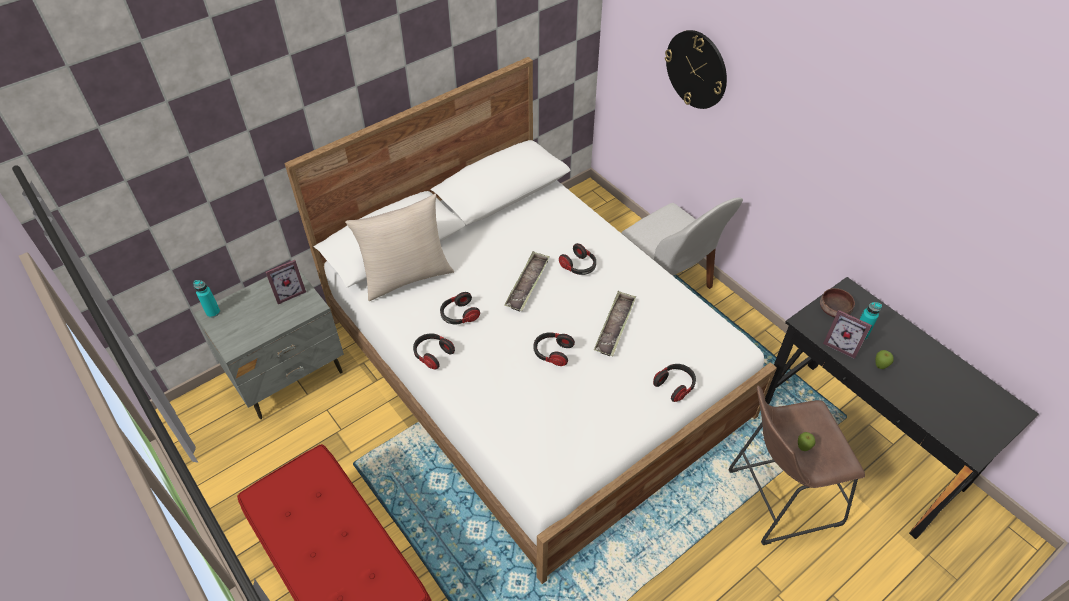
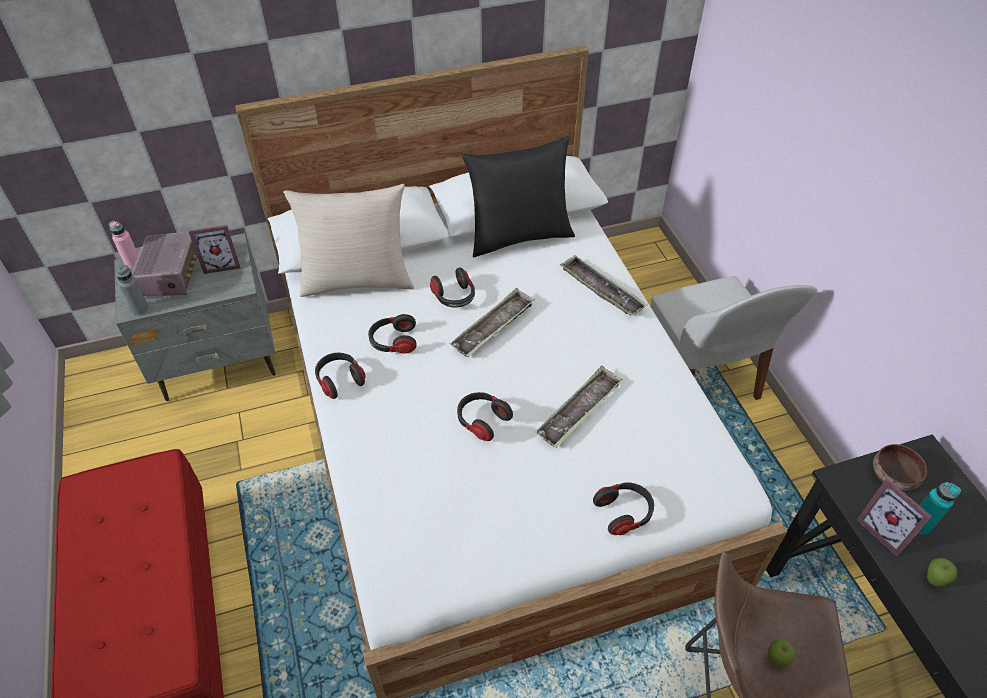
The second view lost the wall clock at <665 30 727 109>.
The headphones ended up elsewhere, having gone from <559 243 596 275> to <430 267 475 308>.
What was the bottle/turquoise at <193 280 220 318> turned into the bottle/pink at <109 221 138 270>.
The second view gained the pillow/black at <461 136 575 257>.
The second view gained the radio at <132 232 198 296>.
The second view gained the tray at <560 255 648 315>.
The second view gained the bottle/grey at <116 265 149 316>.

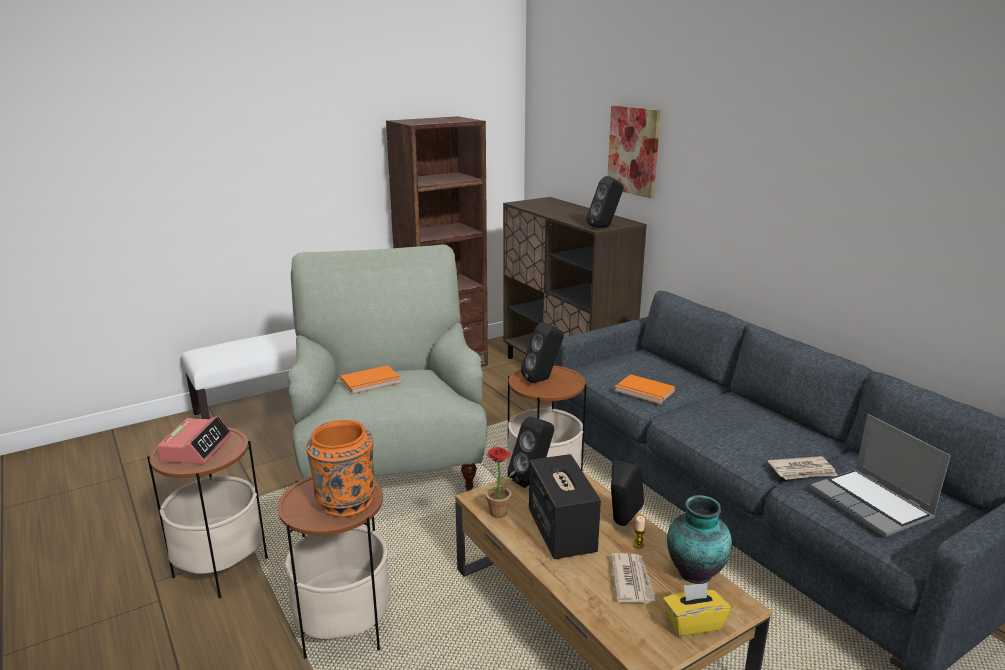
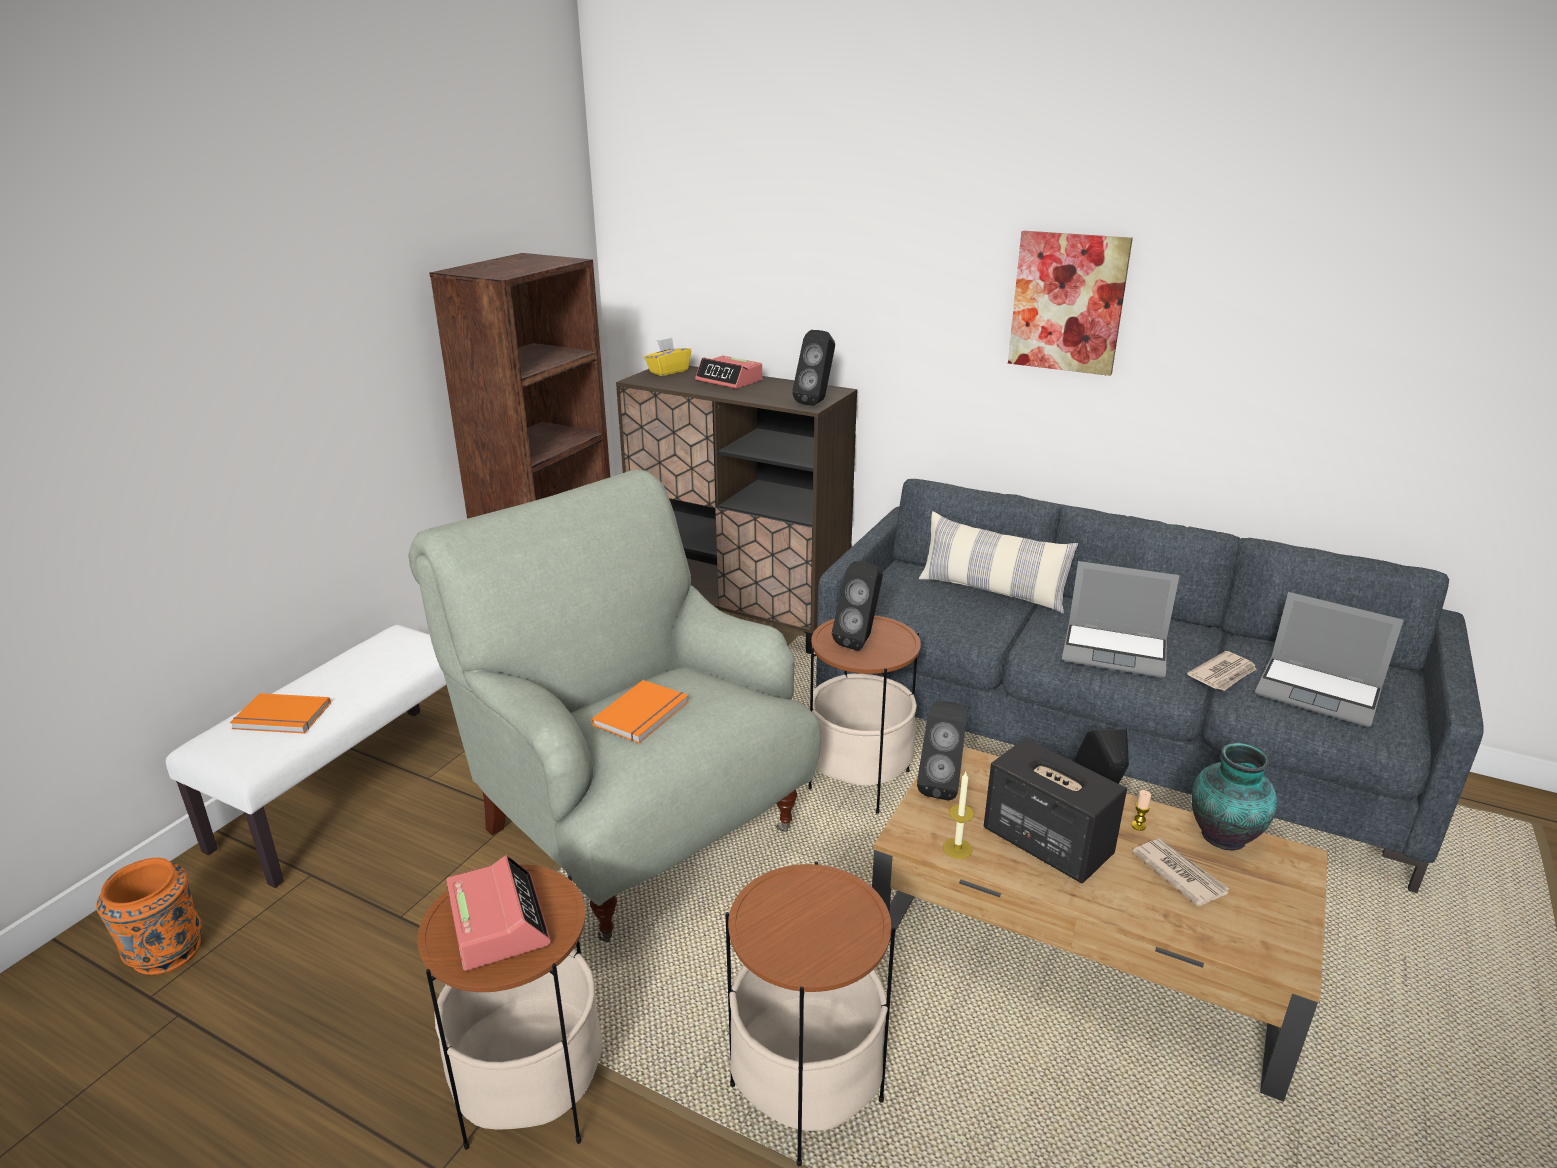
The picture ended up elsewhere, having gone from <607 105 661 199> to <1008 231 1133 376>.
The book/orange ended up elsewhere, having gone from <615 374 675 404> to <230 693 331 734>.
The vase/orange ended up elsewhere, having gone from <306 420 376 517> to <96 858 202 975>.
Where the potted plant stood at <482 447 515 518>, the candle came to stand at <943 772 974 859>.
The tissue box/yellow ended up elsewhere, having gone from <663 583 731 637> to <644 338 691 376>.
The second view gained the alarm clock at <695 356 762 389>.
The second view gained the pillow at <919 511 1078 613>.
The second view gained the laptop at <1062 561 1180 678>.

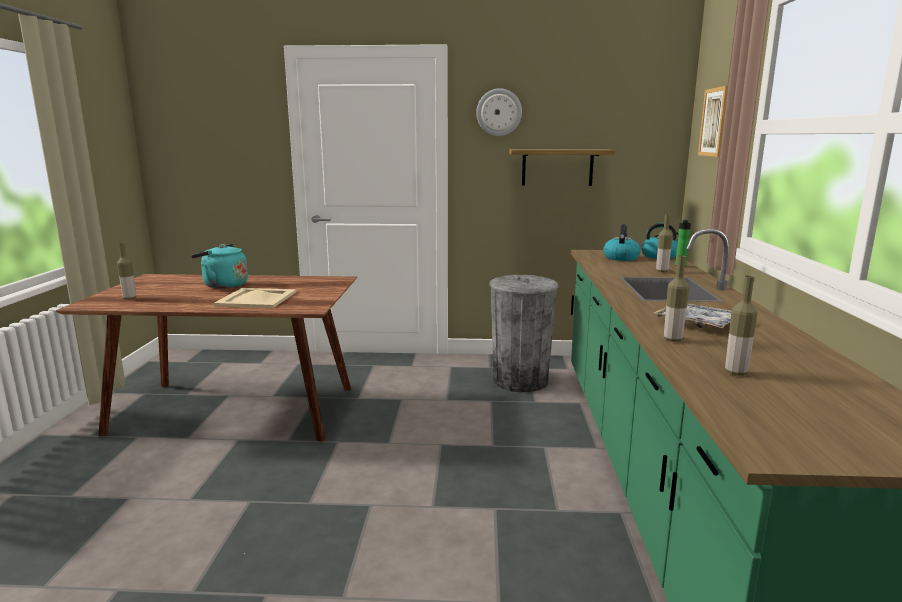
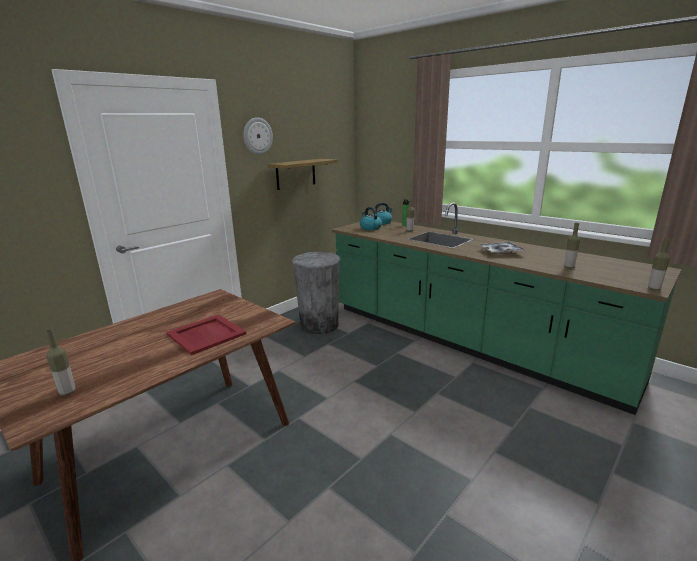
The second view lost the picture at <698 86 727 157>.
The second view lost the kettle/turquoise at <191 244 248 289>.
The bottle ended up elsewhere, having gone from <664 255 689 342> to <648 238 670 290>.
What was the tray/beige at <214 288 296 308> turned into the tray/red at <166 314 247 355>.

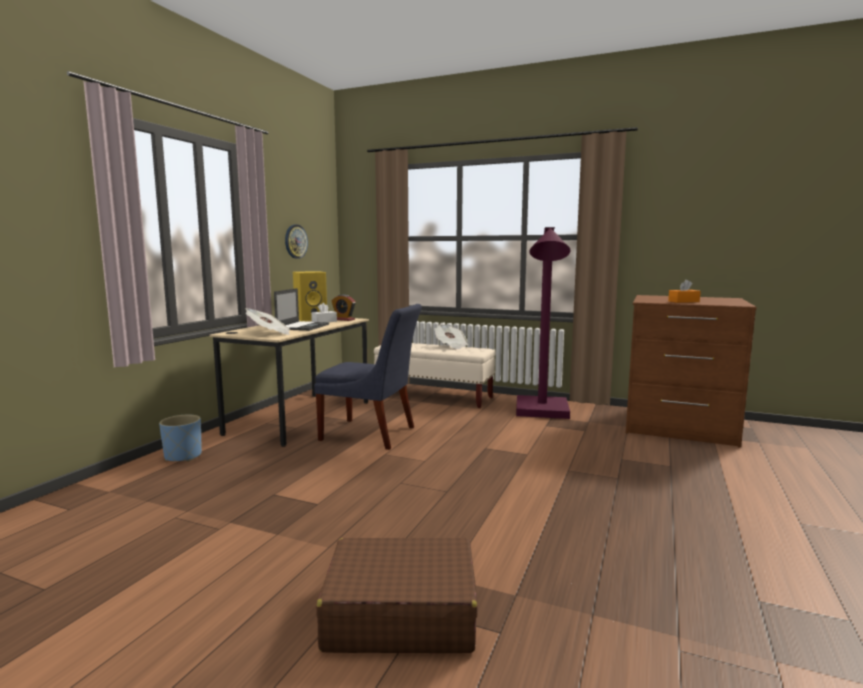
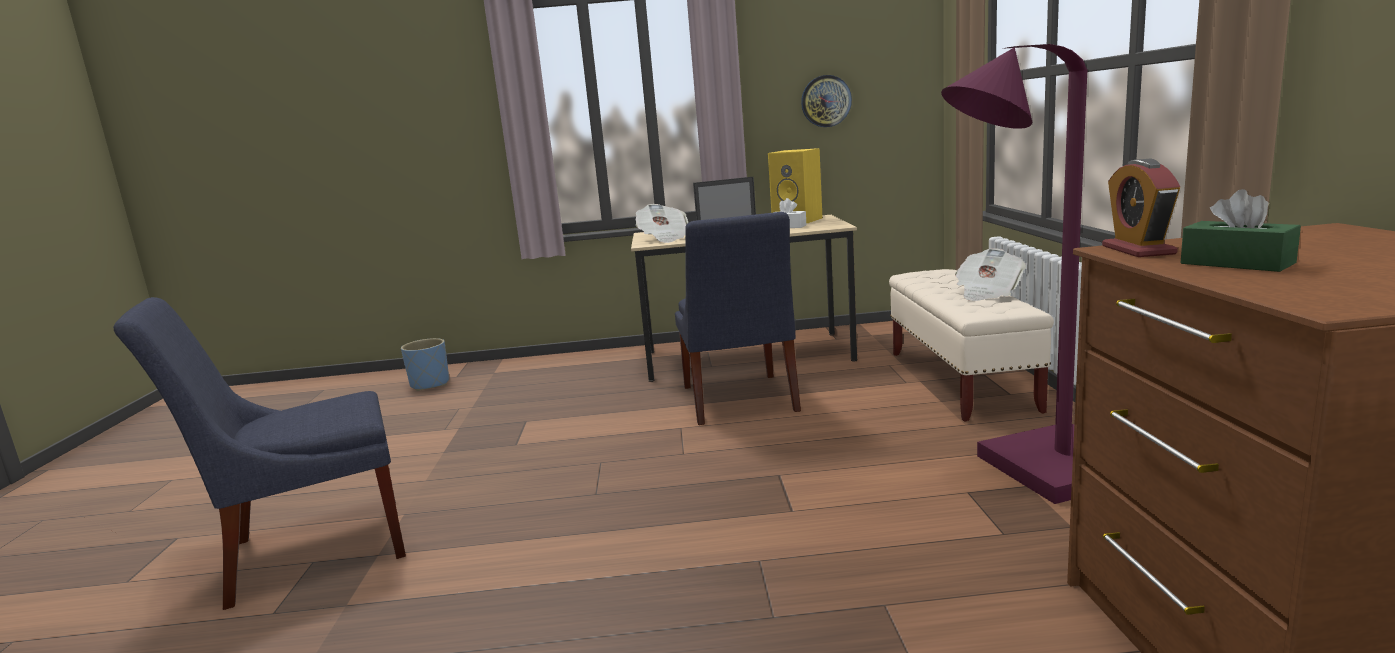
What was the tissue box/orange at <668 279 701 303> turned into the tissue box/green at <1181 189 1301 272>.
The alarm clock ended up elsewhere, having gone from <332 294 356 321> to <1102 159 1180 257>.
The planter/blue ended up elsewhere, having gone from <159 414 202 462> to <401 338 449 391>.
Where the suitcase/brown stood at <316 538 477 653>, the chair/blue came to stand at <113 297 406 610>.

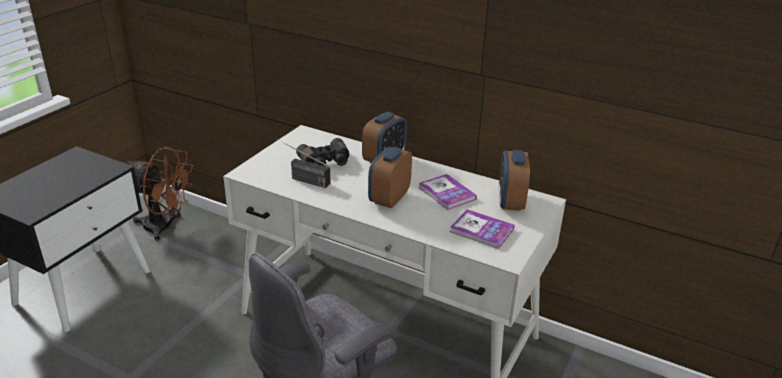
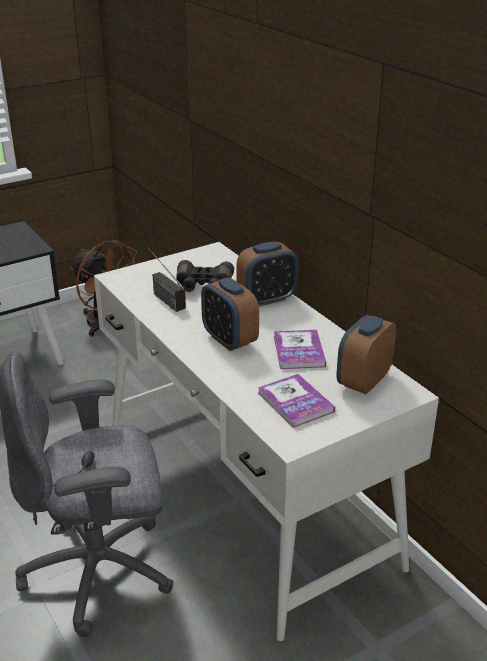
The alarm clock at <368 147 412 208> ended up facing another way, 90 degrees counterclockwise from before.

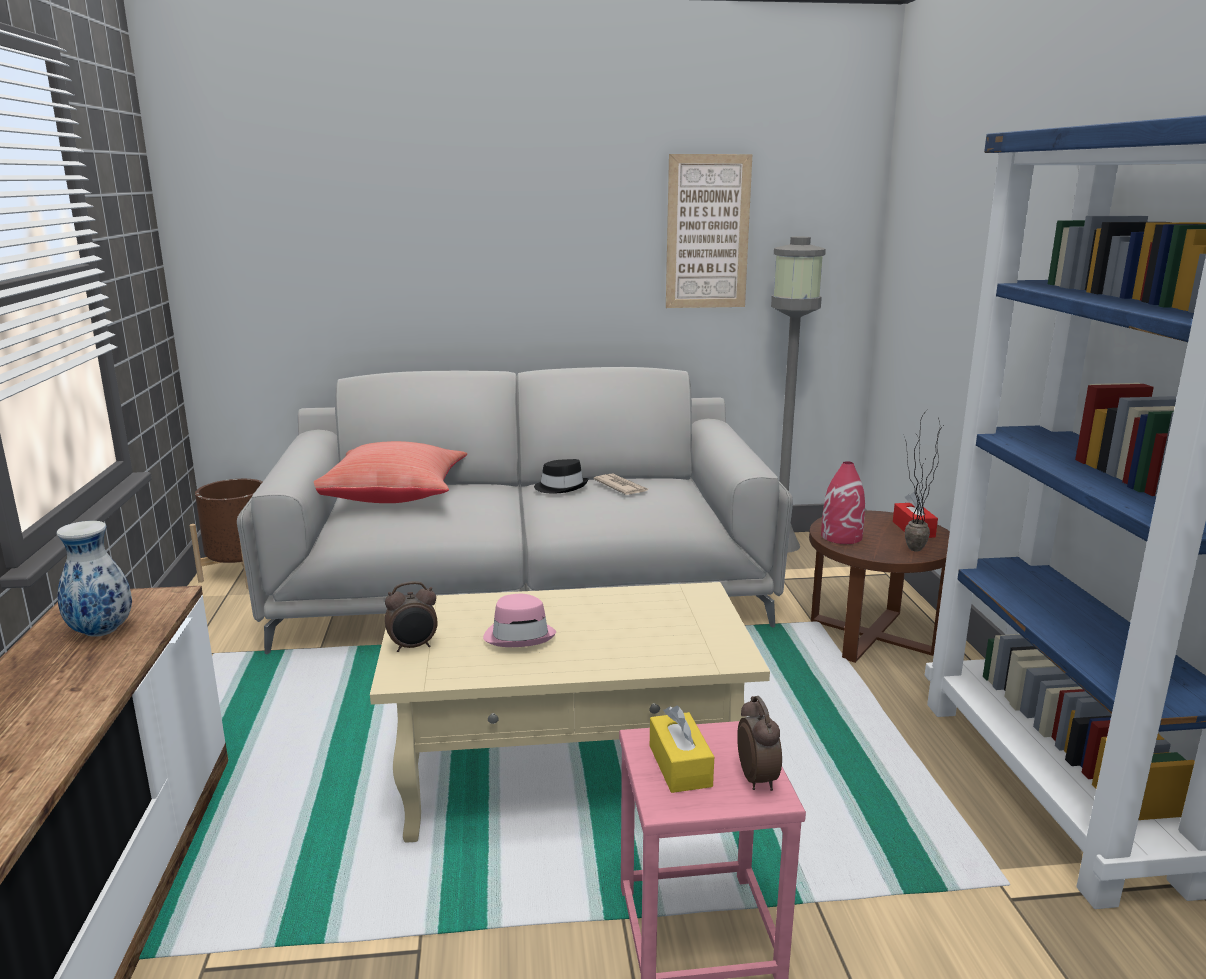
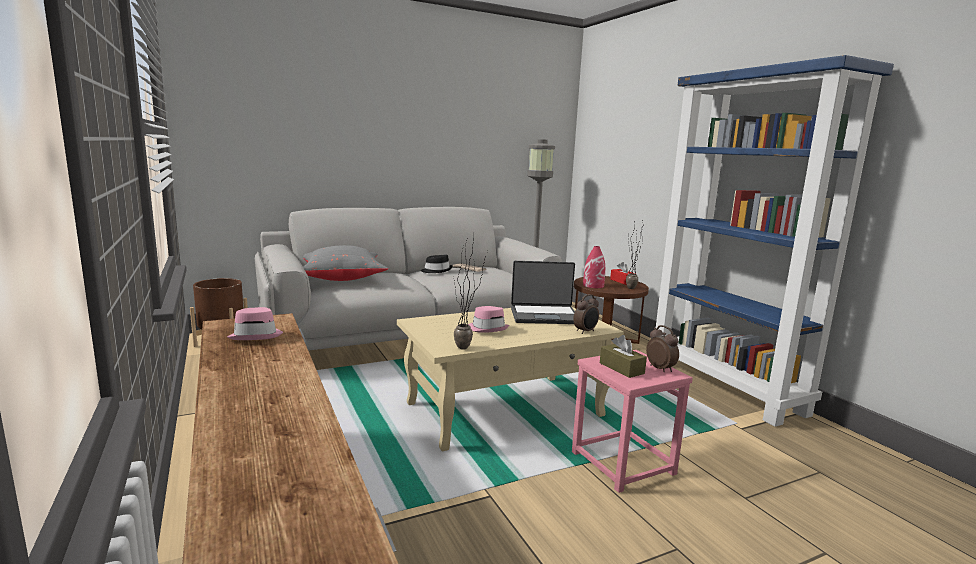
The second view lost the picture at <666 154 752 308>.
What was the pillow/red at <314 441 467 503> turned into the pillow/grey at <303 245 388 281>.
Where the vase stood at <57 521 132 637>, the hat/pink came to stand at <227 307 283 340>.
The alarm clock ended up elsewhere, having gone from <385 581 438 652> to <573 294 599 334>.
What was the tissue box/yellow at <650 706 714 793> turned into the tissue box/brown at <600 335 647 378>.
The second view gained the potted plant at <453 237 488 350>.
The second view gained the laptop at <511 261 575 324>.

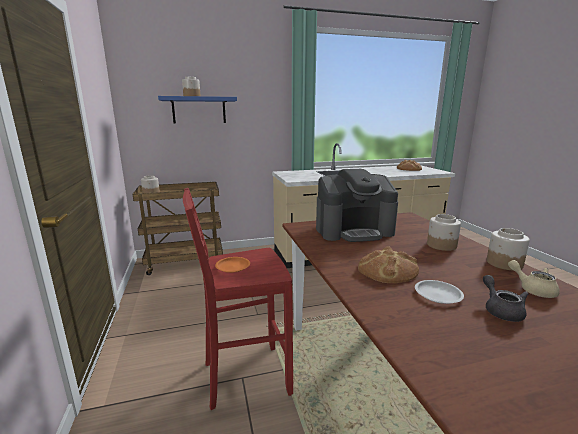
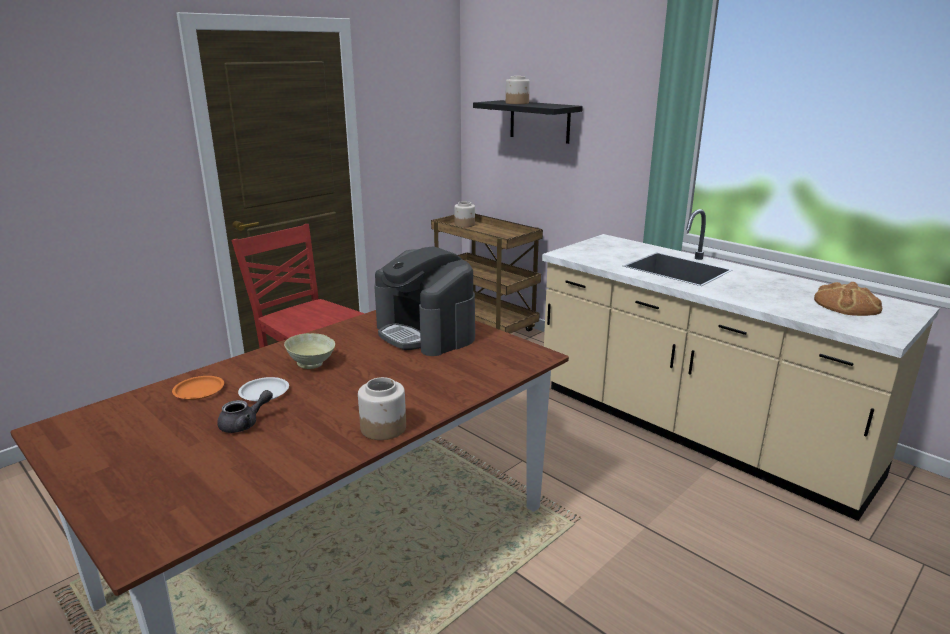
What was the shelf/blue at <158 96 237 123> turned into the shelf/black at <473 100 583 144>.
The second view lost the jar at <427 214 461 251>.
Where the bread stood at <358 246 419 283>, the bowl/beige came to stand at <284 333 335 369>.
The plate/orange ended up elsewhere, having gone from <215 257 250 273> to <172 376 224 400>.
The second view lost the teapot/beige at <508 260 560 298>.

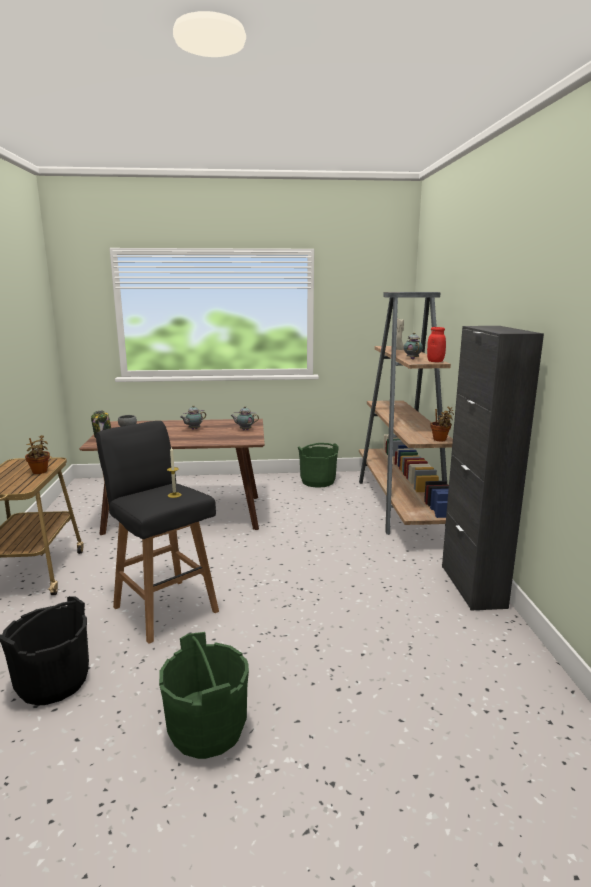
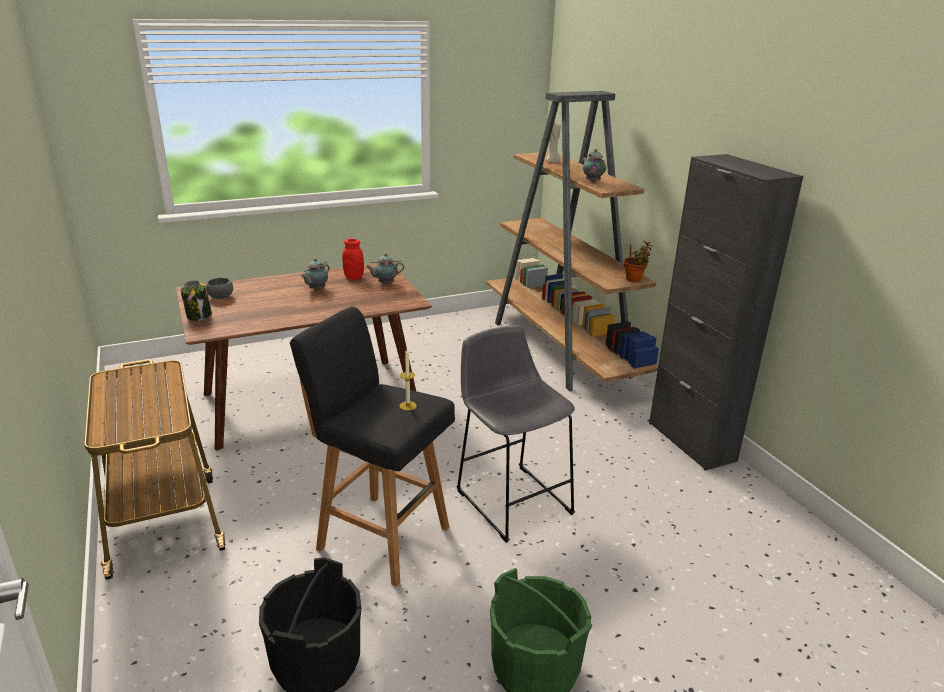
The jar/red ended up elsewhere, having gone from <427 327 446 362> to <342 239 364 280>.
The second view lost the potted plant at <25 435 50 474>.
The second view lost the bucket/green at <298 443 339 488>.
The second view gained the stool/grey at <456 325 575 543>.

